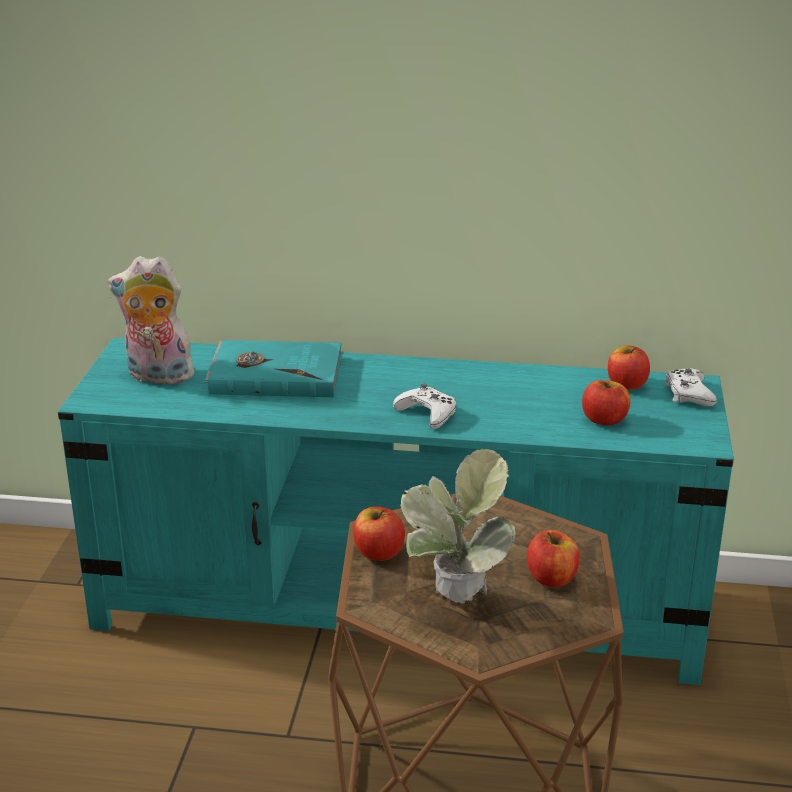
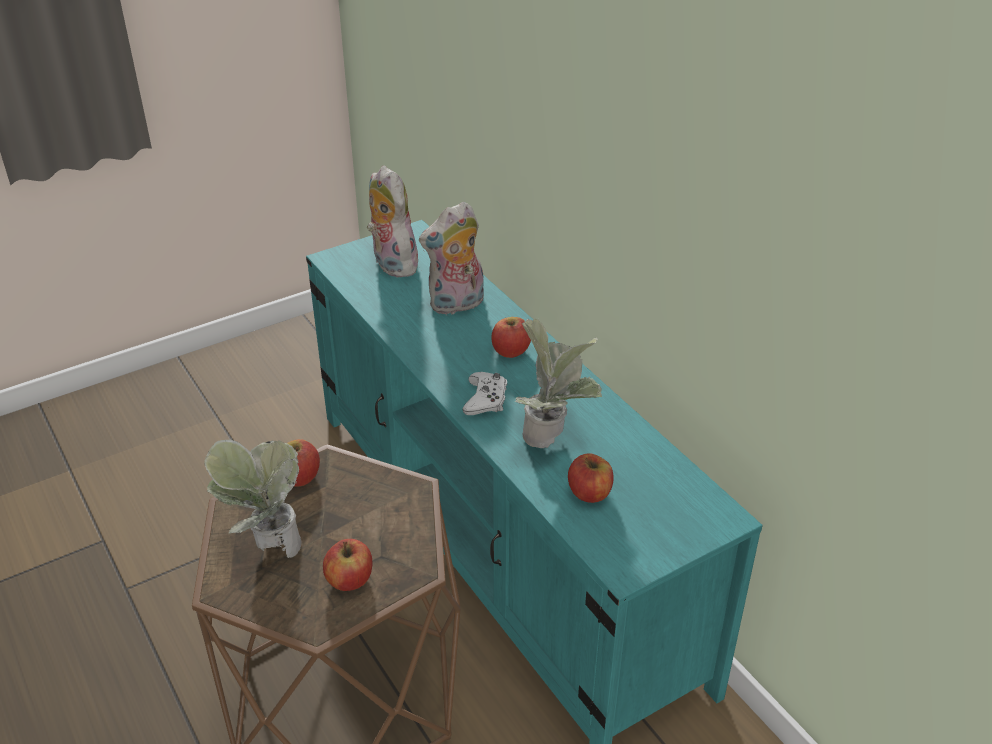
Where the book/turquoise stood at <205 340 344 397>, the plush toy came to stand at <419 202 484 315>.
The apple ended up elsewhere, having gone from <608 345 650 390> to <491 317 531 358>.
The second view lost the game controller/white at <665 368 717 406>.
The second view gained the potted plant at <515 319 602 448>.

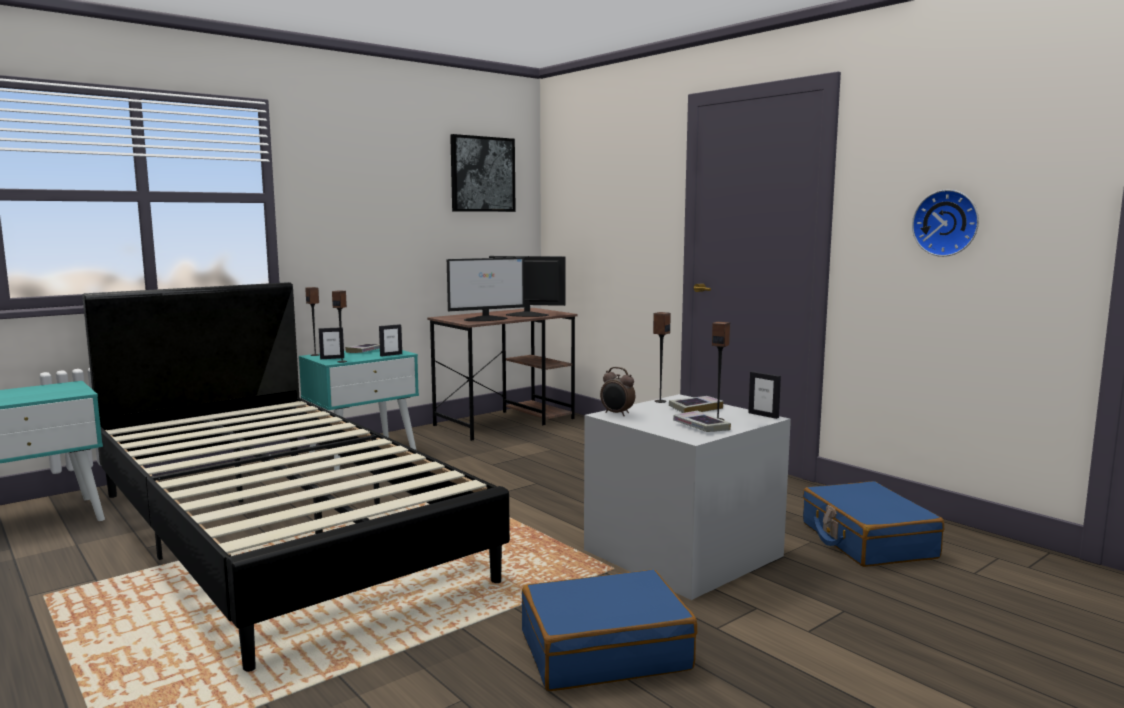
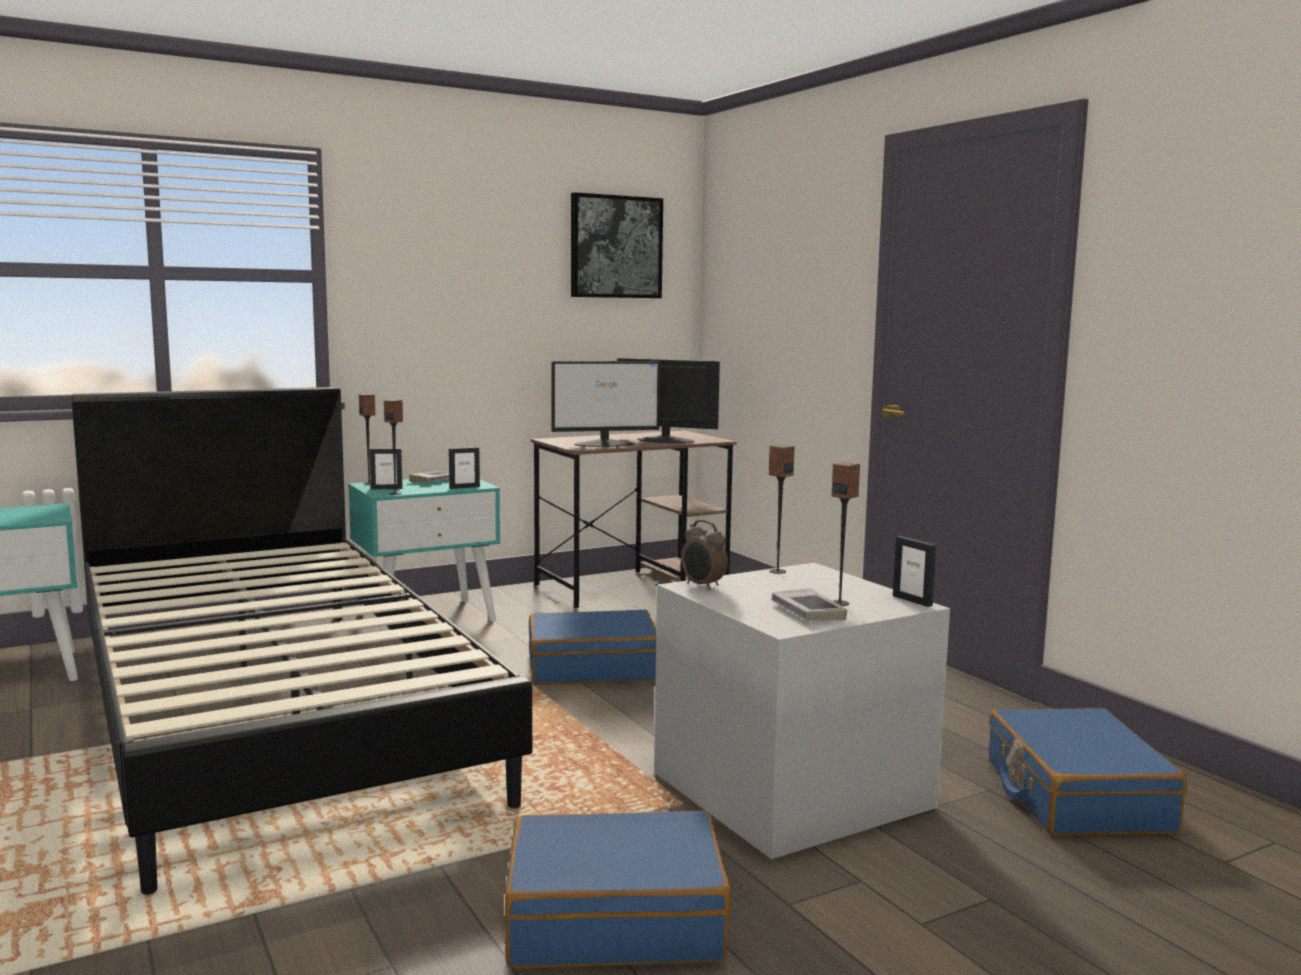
The second view lost the wall clock at <912 190 979 257>.
The second view lost the book at <669 396 724 413>.
The second view gained the suitcase/blue at <529 610 656 685>.

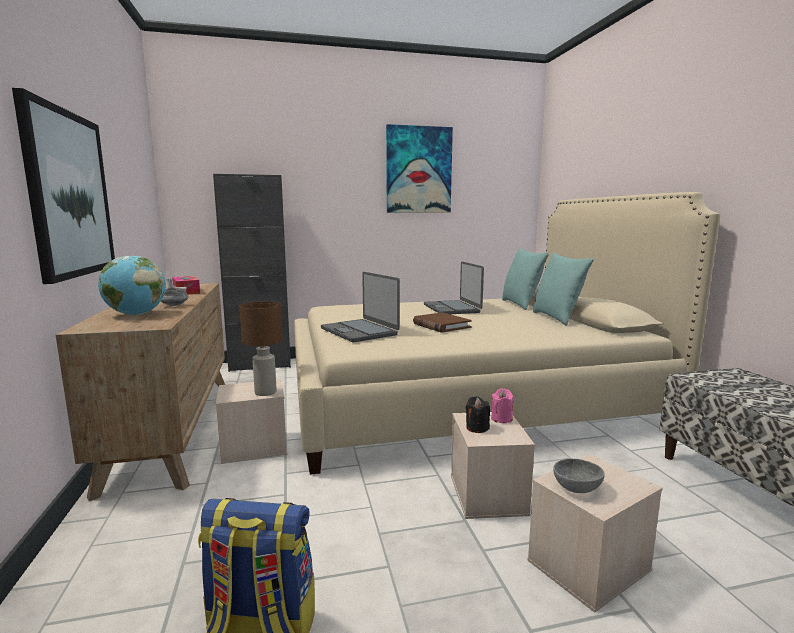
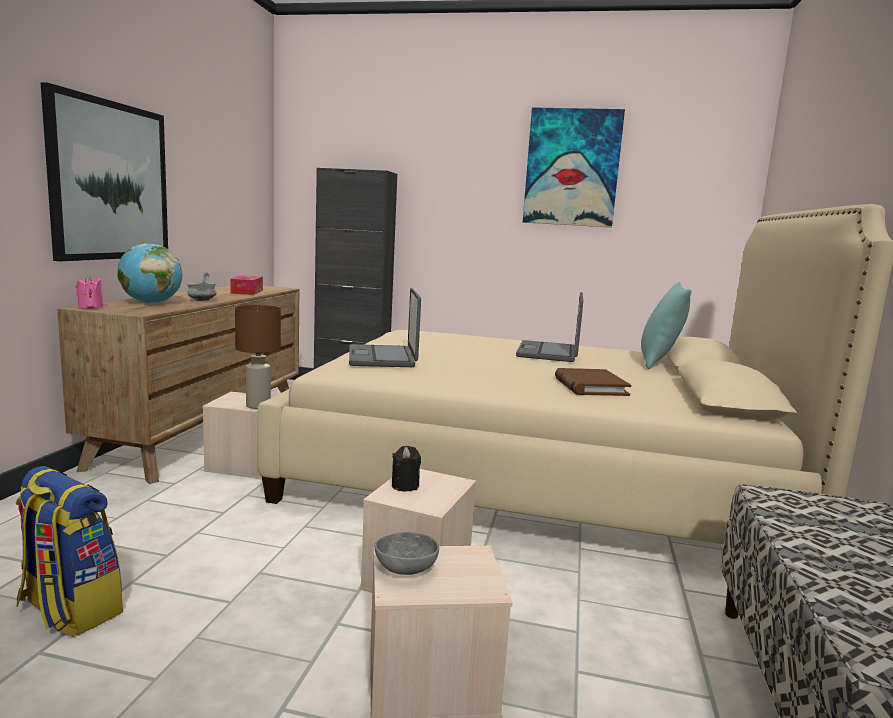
The second view lost the pillow/turquoise at <533 252 594 326>.
The book/brown ended up elsewhere, having gone from <413 312 472 333> to <555 368 631 396>.
The candle/pink ended up elsewhere, having gone from <491 388 514 423> to <75 276 104 309>.

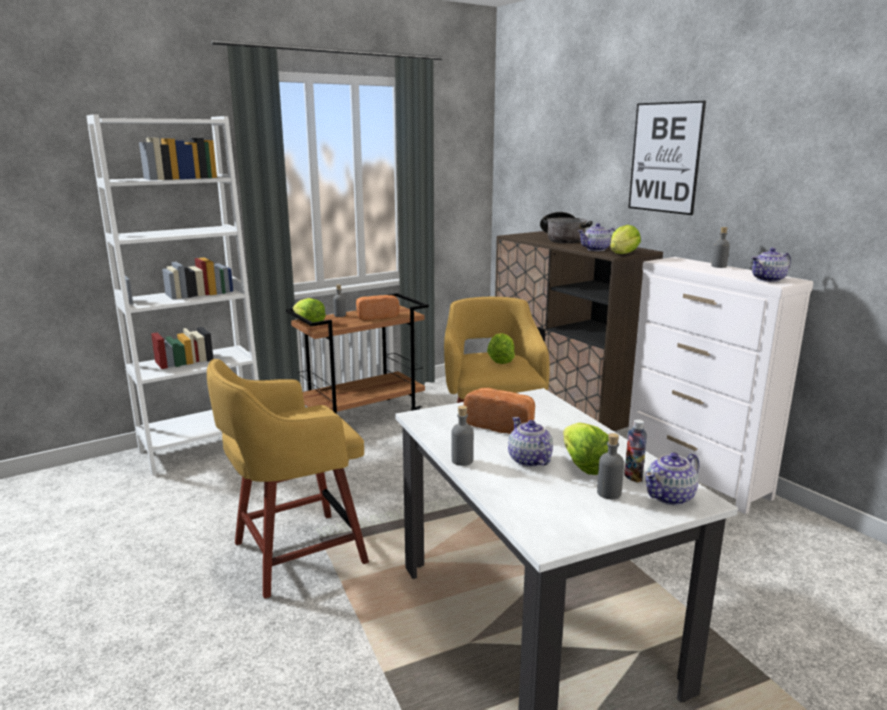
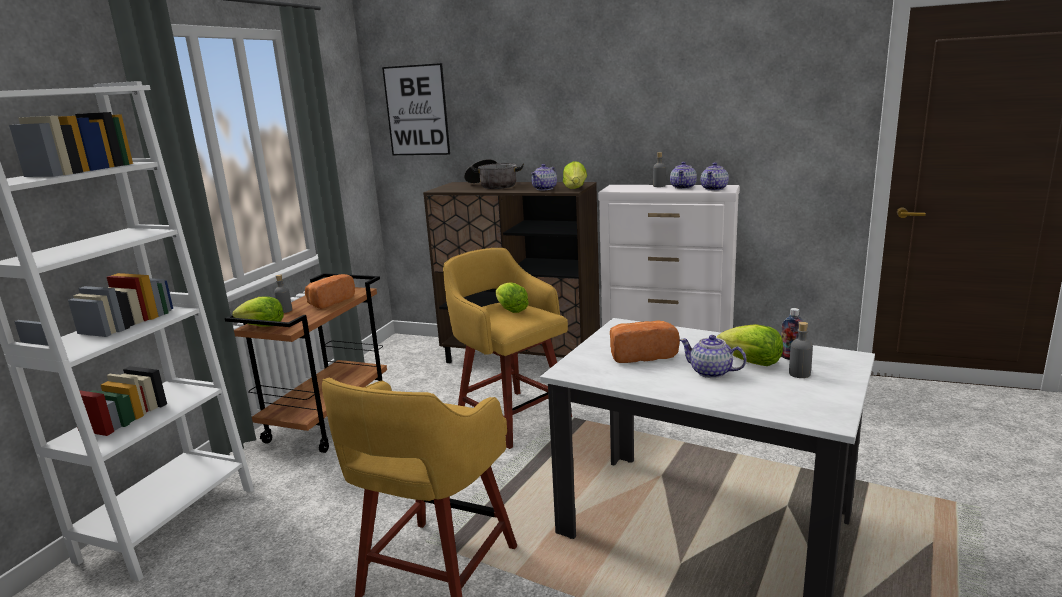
The picture ended up elsewhere, having gone from <628 101 706 215> to <382 63 450 155>.
The second view lost the bottle/grey at <452 405 474 466>.
The teapot ended up elsewhere, having gone from <645 452 699 506> to <670 162 697 189>.

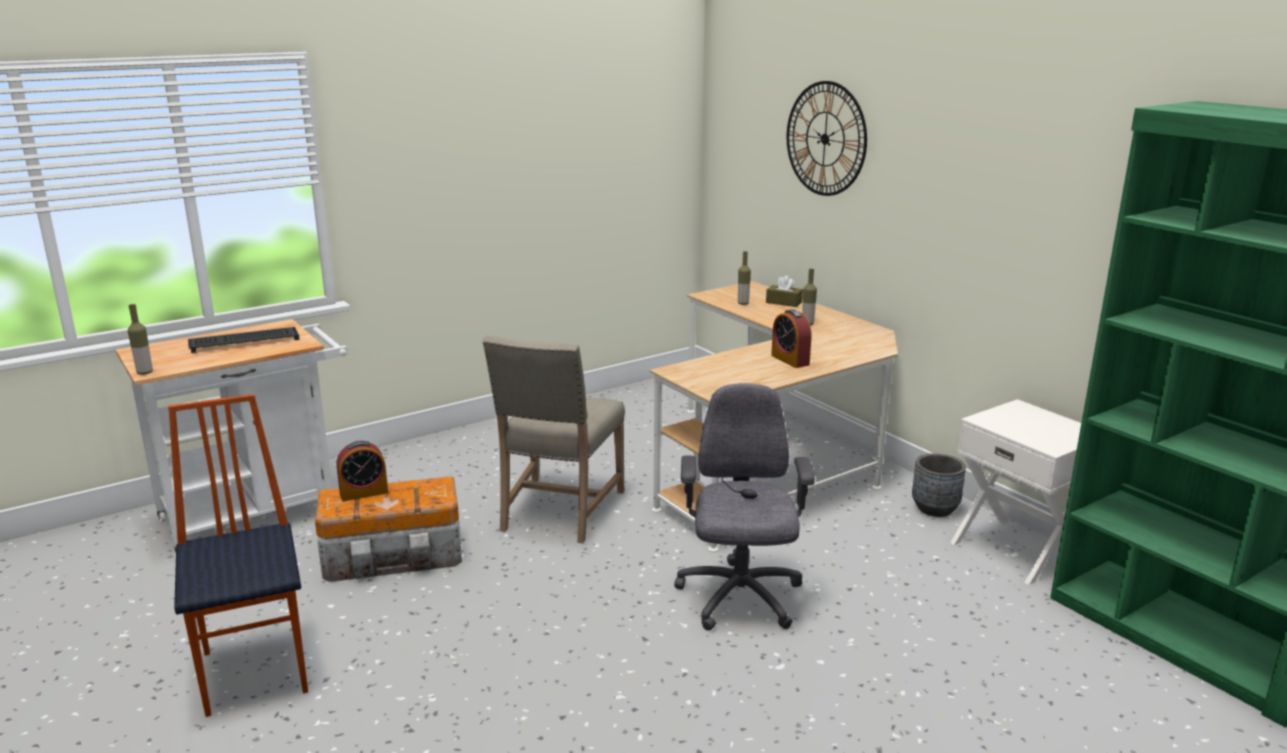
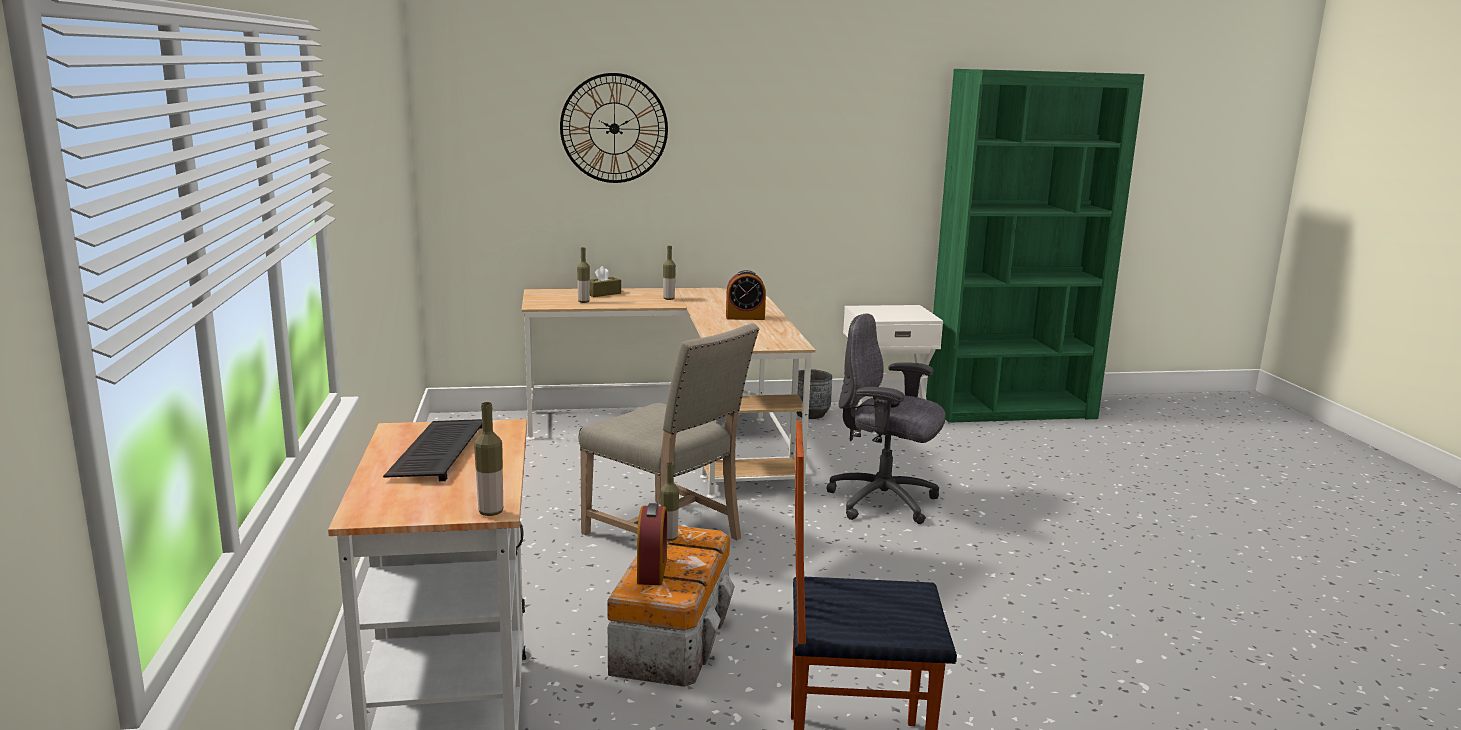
The second view gained the bottle at <660 462 679 541>.

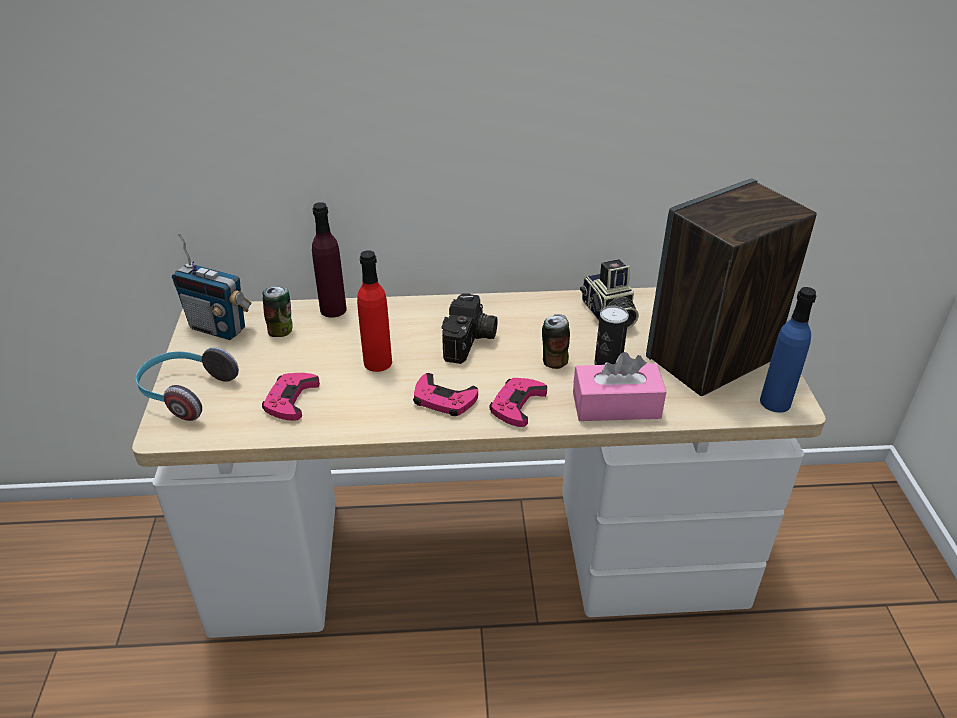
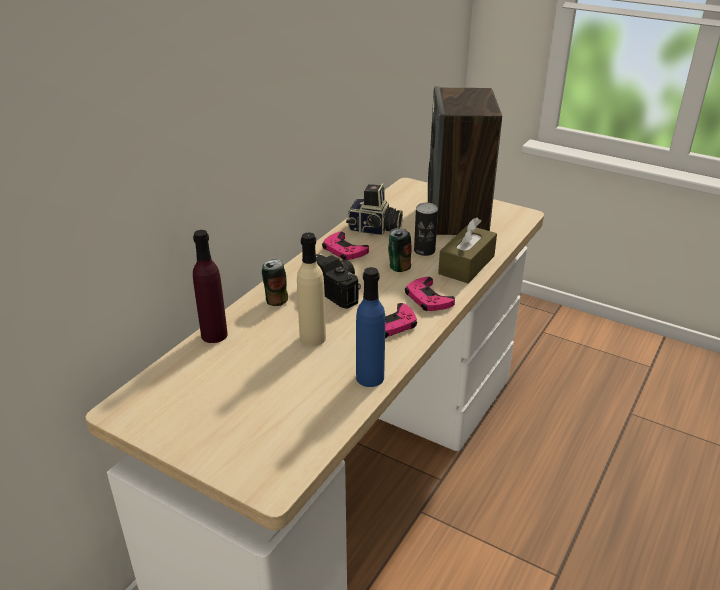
The second view lost the radio at <172 233 251 340>.
What was the bottle/red at <357 250 392 372> turned into the bottle/beige at <297 233 326 346>.
The can ended up elsewhere, having gone from <262 287 293 337> to <262 259 288 306>.
The bottle/blue ended up elsewhere, having gone from <760 287 816 413> to <356 267 385 387>.
The second view lost the headphones at <136 347 239 421>.
What was the tissue box/pink at <573 352 666 421> turned into the tissue box/brown at <438 218 497 283>.
The game controller/pink ended up elsewhere, having gone from <262 373 320 421> to <322 232 369 260>.

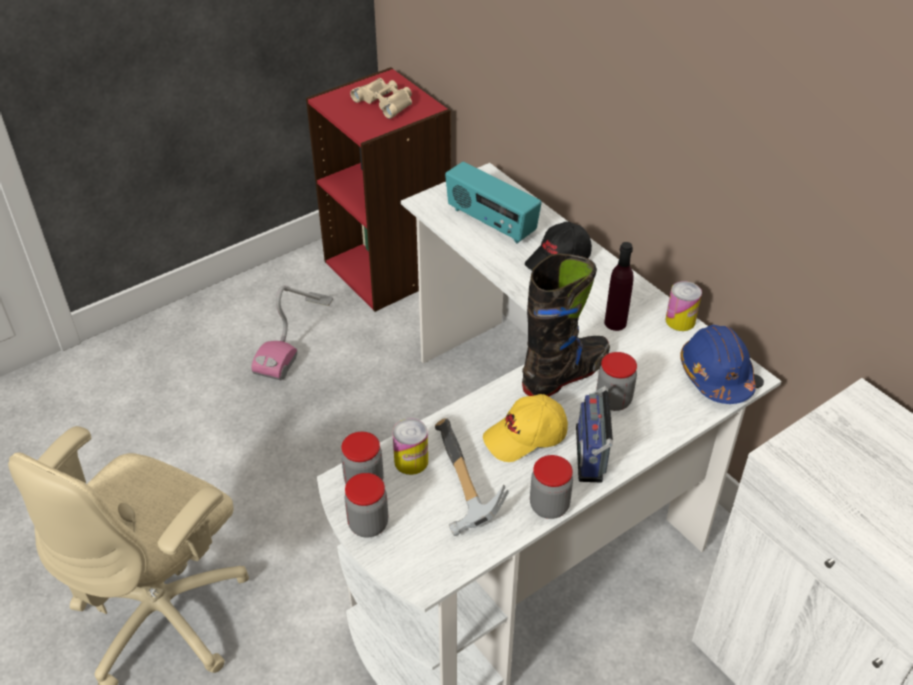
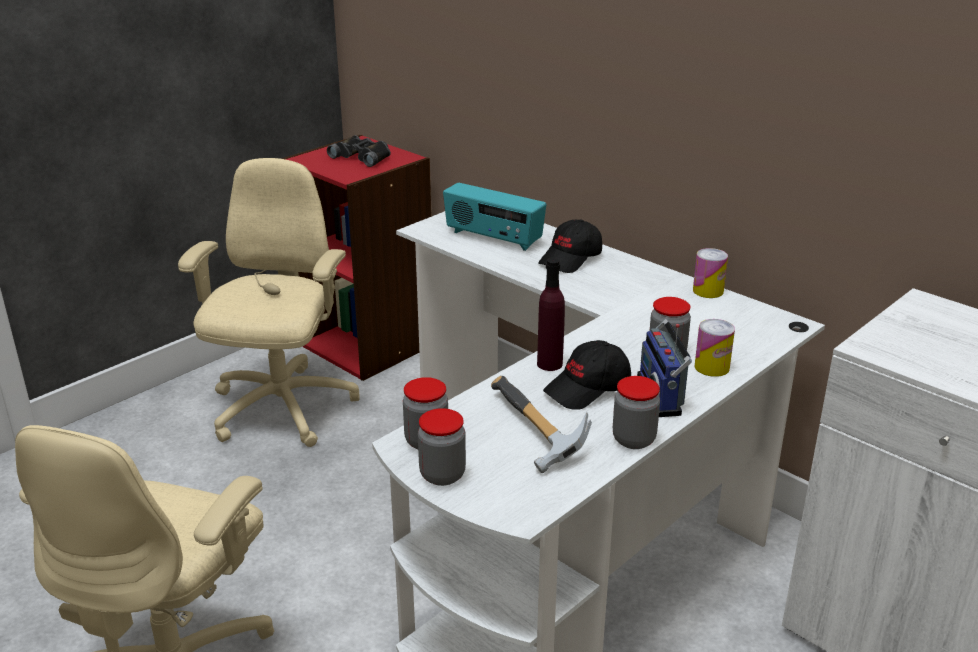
What was the binoculars/beige at <350 78 412 119> turned into the binoculars/black at <327 135 391 167>.
The bottle/purple ended up elsewhere, having gone from <604 242 634 331> to <537 258 565 371>.
The second view lost the boot/black at <522 254 610 396>.
Where the vacuum cleaner stood at <252 285 333 380>, the office chair/beige came to stand at <178 158 360 447>.
The second view lost the hard hat/blue at <680 325 756 404>.
What was the cap/yellow at <483 394 568 462> turned into the cap/black at <543 340 631 410>.
The can ended up elsewhere, having gone from <392 419 428 475> to <695 319 735 377>.

